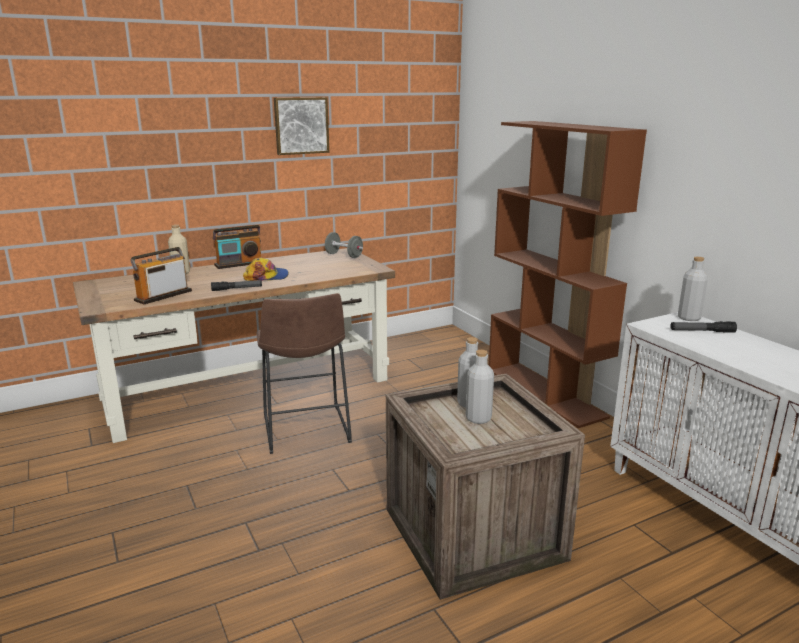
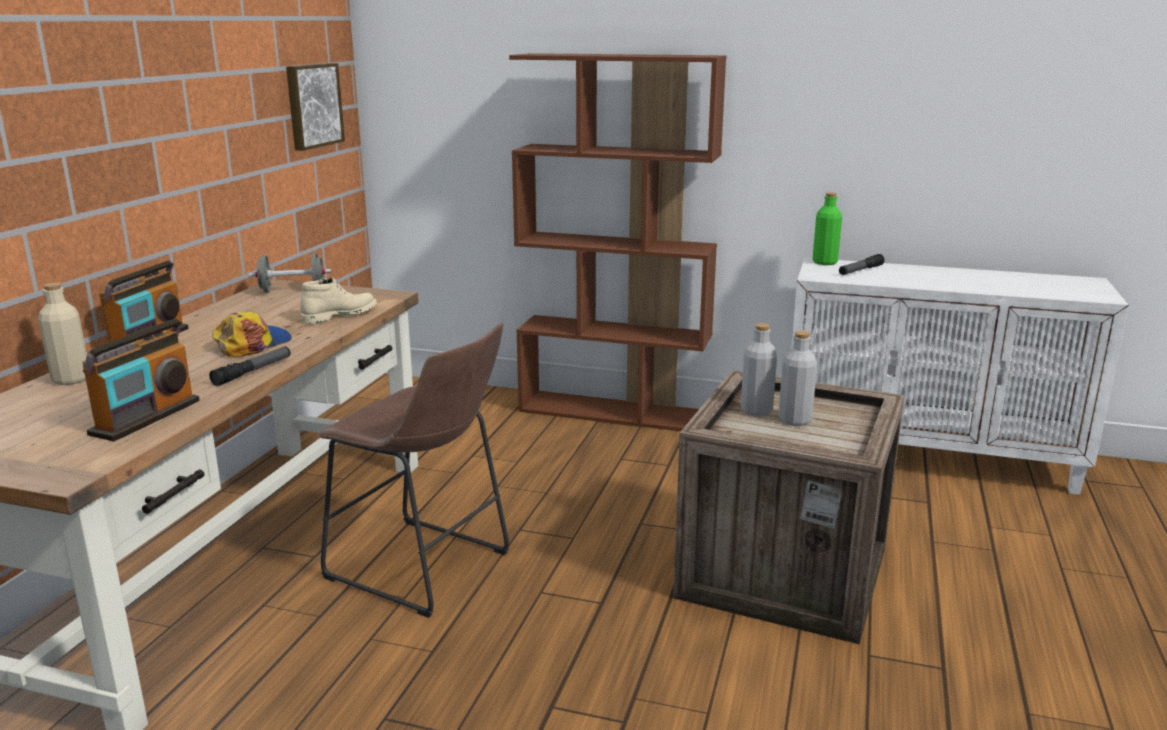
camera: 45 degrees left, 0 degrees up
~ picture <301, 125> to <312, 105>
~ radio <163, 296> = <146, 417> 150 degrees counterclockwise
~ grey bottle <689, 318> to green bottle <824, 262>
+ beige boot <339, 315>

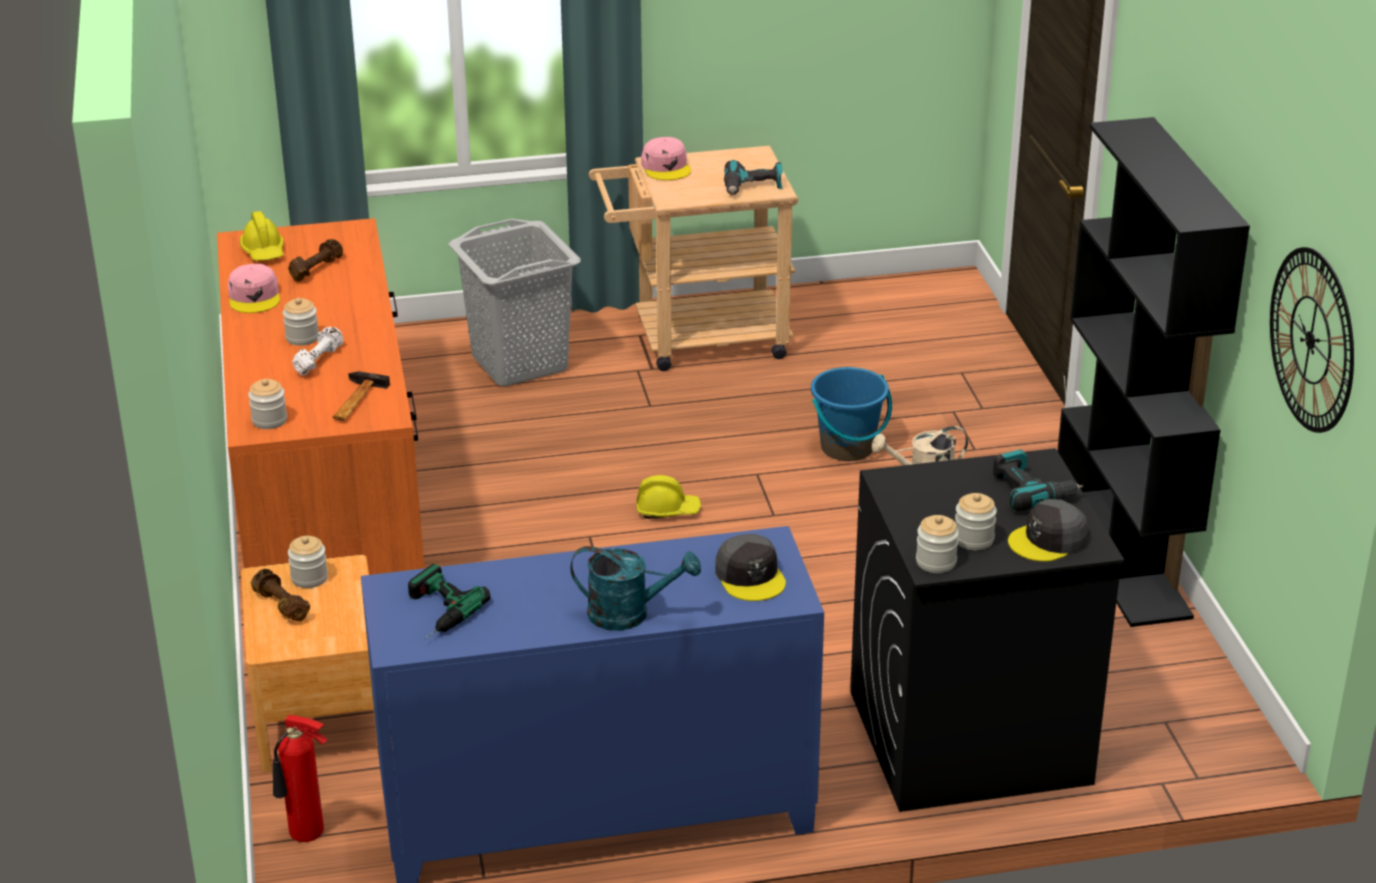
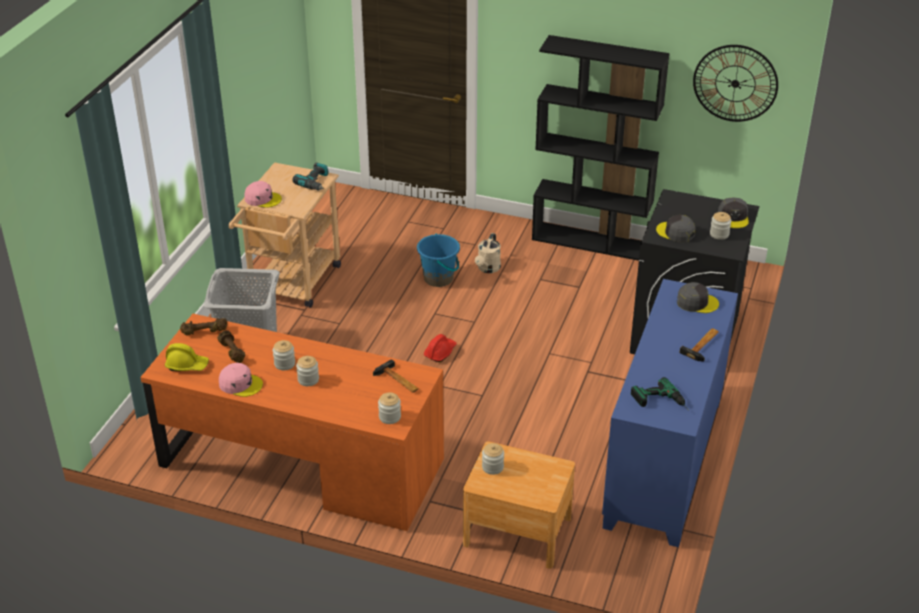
camera: 60 degrees left, 5 degrees up
- white dumbbell <318, 360>
- power drill <1031, 491>
~ yellow hard hat <667, 510> to red hard hat <440, 352>
~ jar <936, 562> to <284, 364>
~ turquoise watering can <630, 614> to hammer <703, 345>
~ brown dumbbell <280, 606> to <204, 332>
- fire extinguisher <306, 834>
+ grey cap <675, 232>

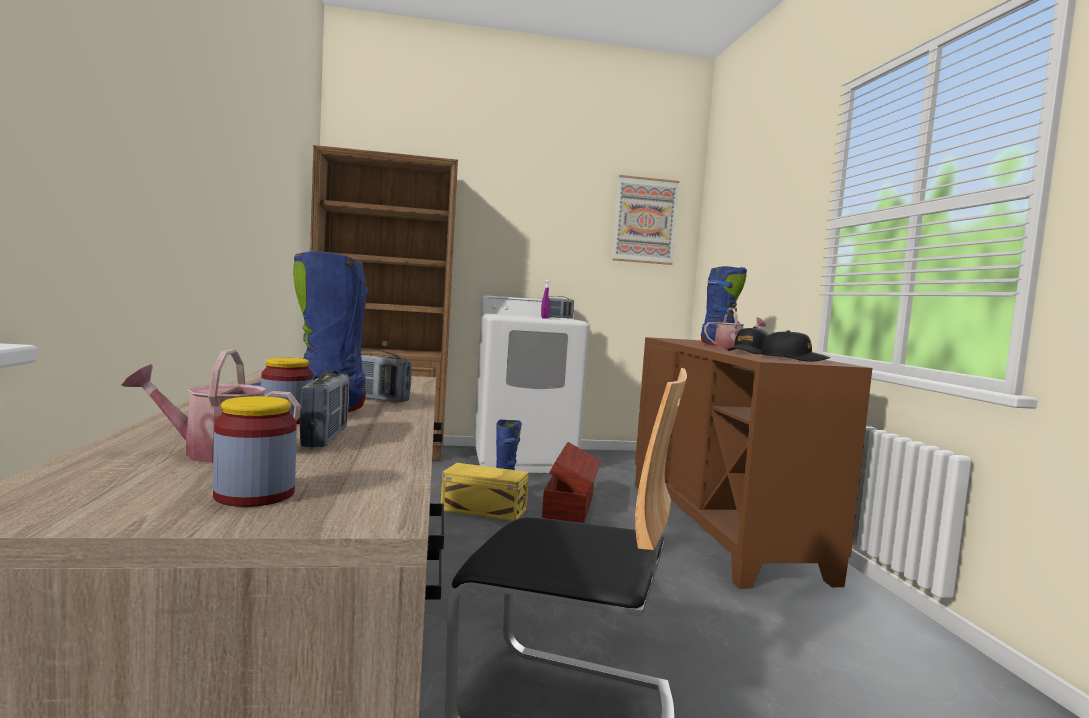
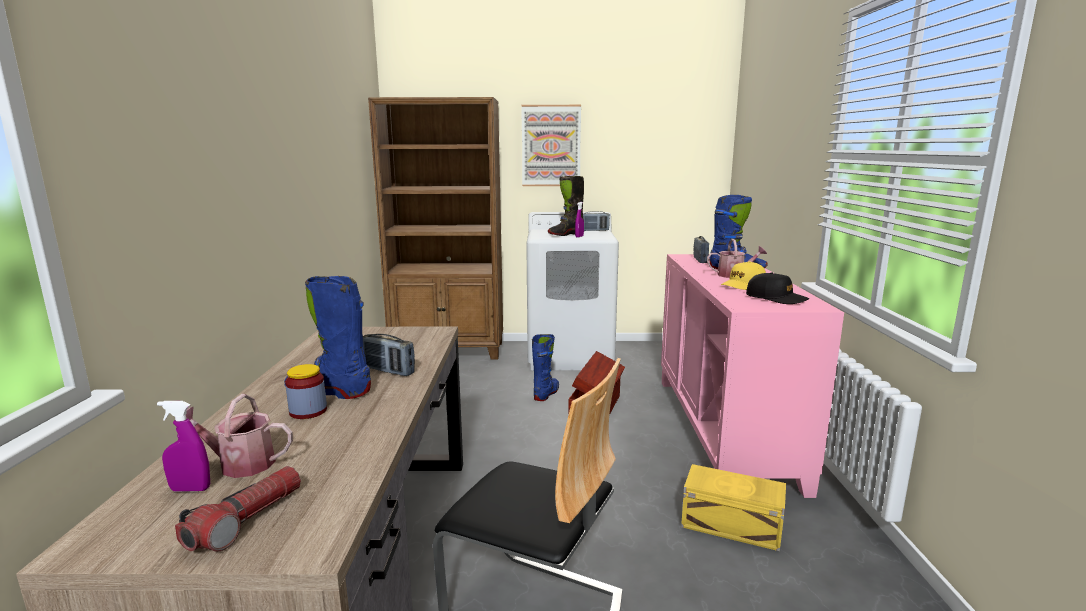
camera: 10 degrees right, 10 degrees up
~ picture <645, 220> to <551, 146>
~ black cap <749, 352> to yellow cap <743, 285>
~ brown cabinet <720, 526> to pink cabinet <725, 429>
~ radio <325, 438> to <700, 260>
~ jar <254, 495> to flashlight <246, 521>
~ yellow storage box <484, 510> to <732, 526>
+ black boot <566, 234>
+ purple spray bottle <190, 489>

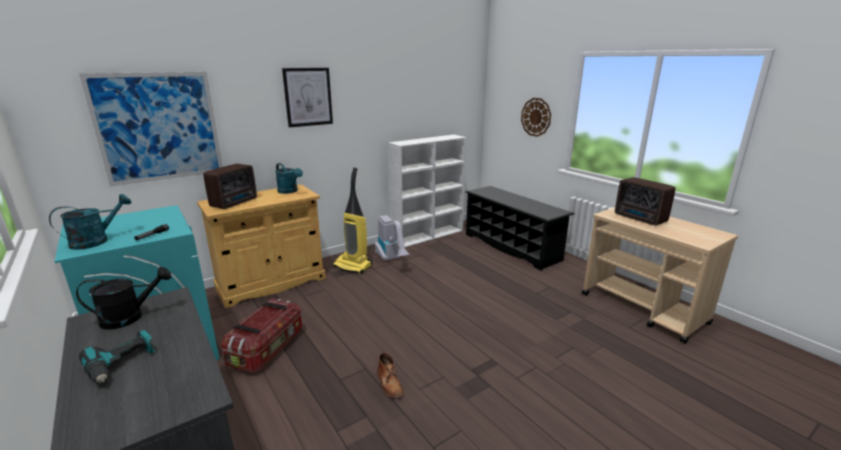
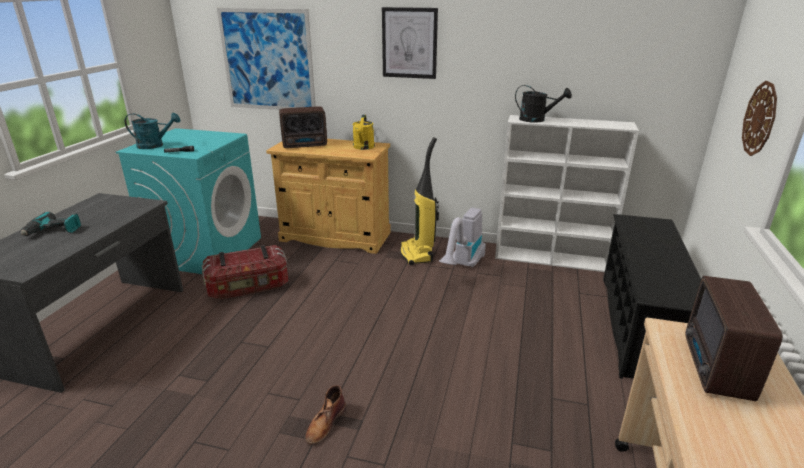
camera: 50 degrees right, 5 degrees up
~ turquoise watering can <290, 191> to yellow watering can <363, 147>
~ black watering can <130, 317> to <537, 120>
~ brown boot <389, 384> to <325, 423>

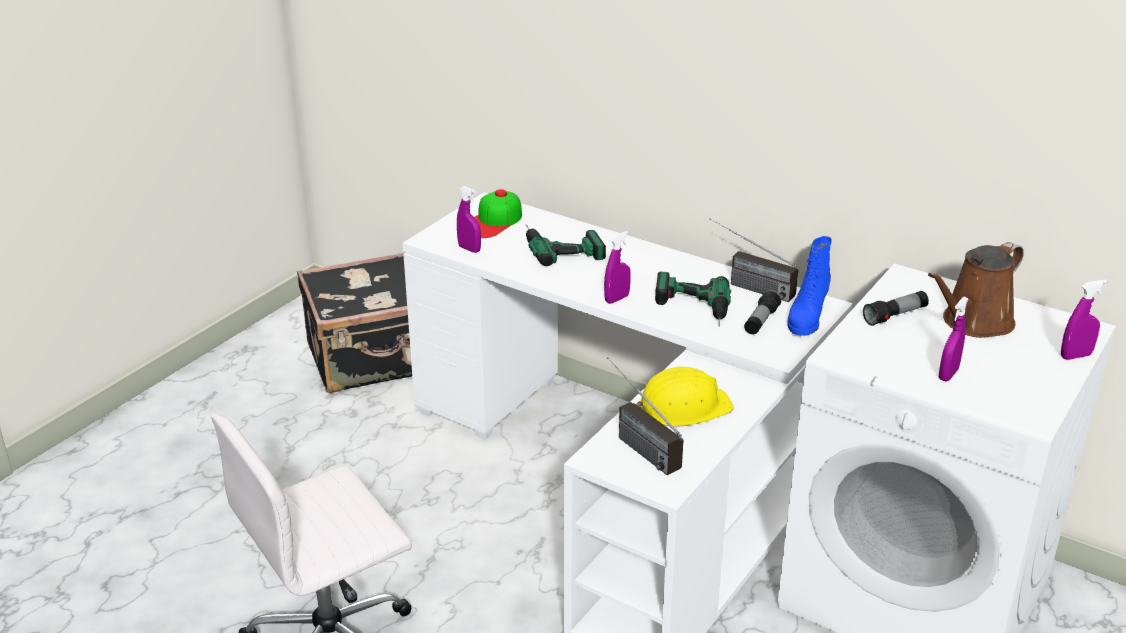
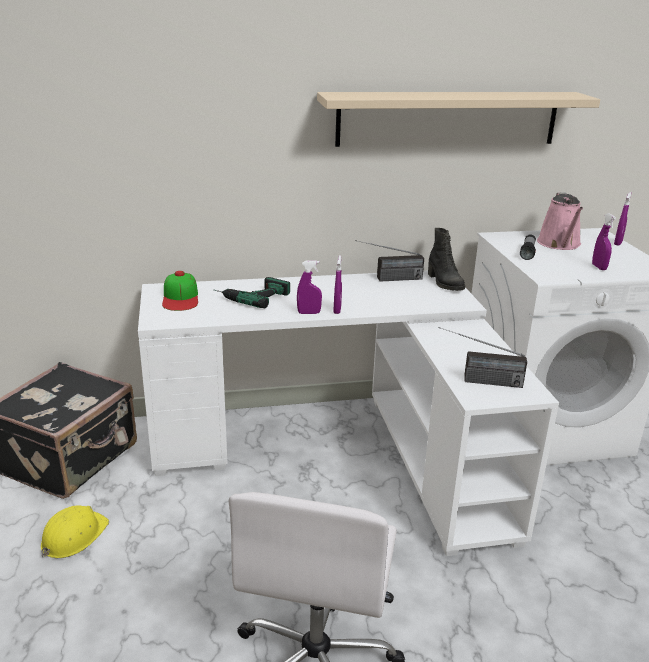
camera: 45 degrees left, 5 degrees down
~ purple spray bottle <469, 249> to <309, 313>
~ blue boot <806, 318> to black boot <444, 283>
~ brown watering can <973, 323> to pink watering can <559, 244>
- power drill <692, 309>
- flashlight <761, 321>
~ yellow hard hat <682, 407> to <73, 536>
+ beige shelf <448, 118>

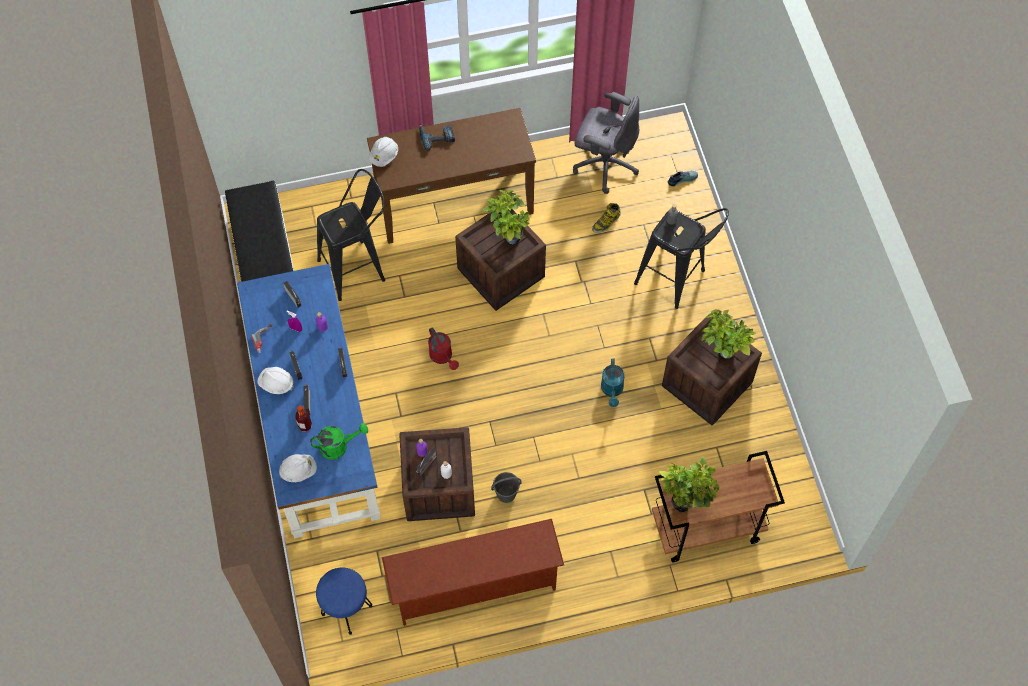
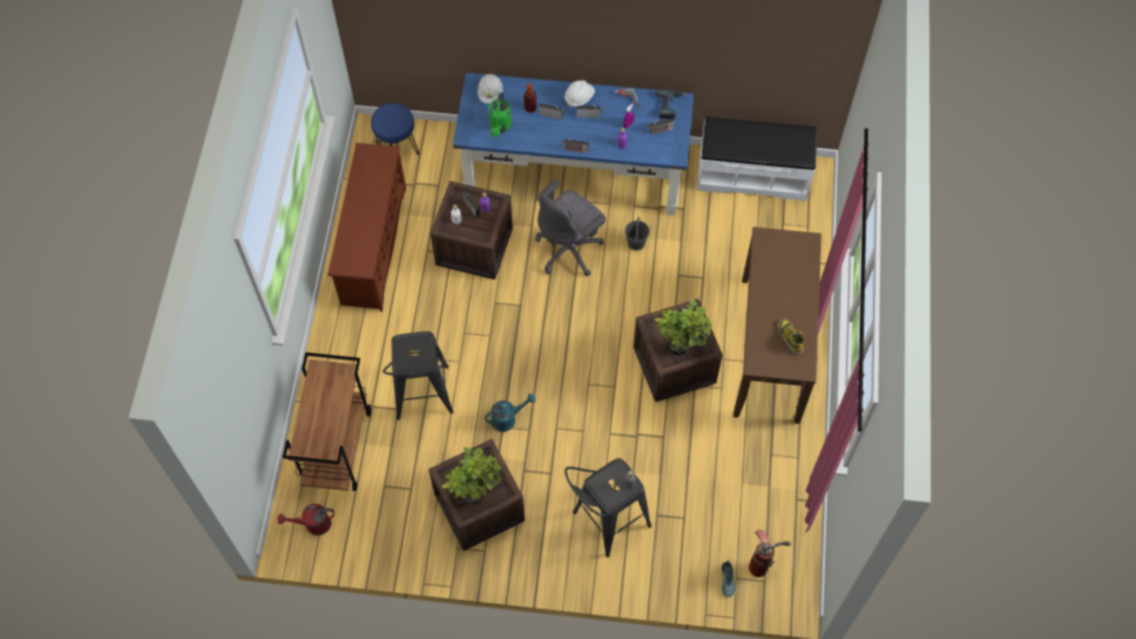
camera: 110 degrees right, 0 degrees up
~ grey office chair <604, 164> to <570, 249>
~ power drill <436, 136> to <670, 106>
- white hard hat <384, 156>
~ black stool <358, 267> to <423, 400>
~ boot <606, 222> to <790, 337>
~ red watering can <443, 357> to <313, 525>
~ turquoise watering can <612, 390> = <508, 418> 135 degrees clockwise
- potted plant <685, 502>
~ grey bucket <506, 494> to <636, 242>
+ fire extinguisher <763, 562>

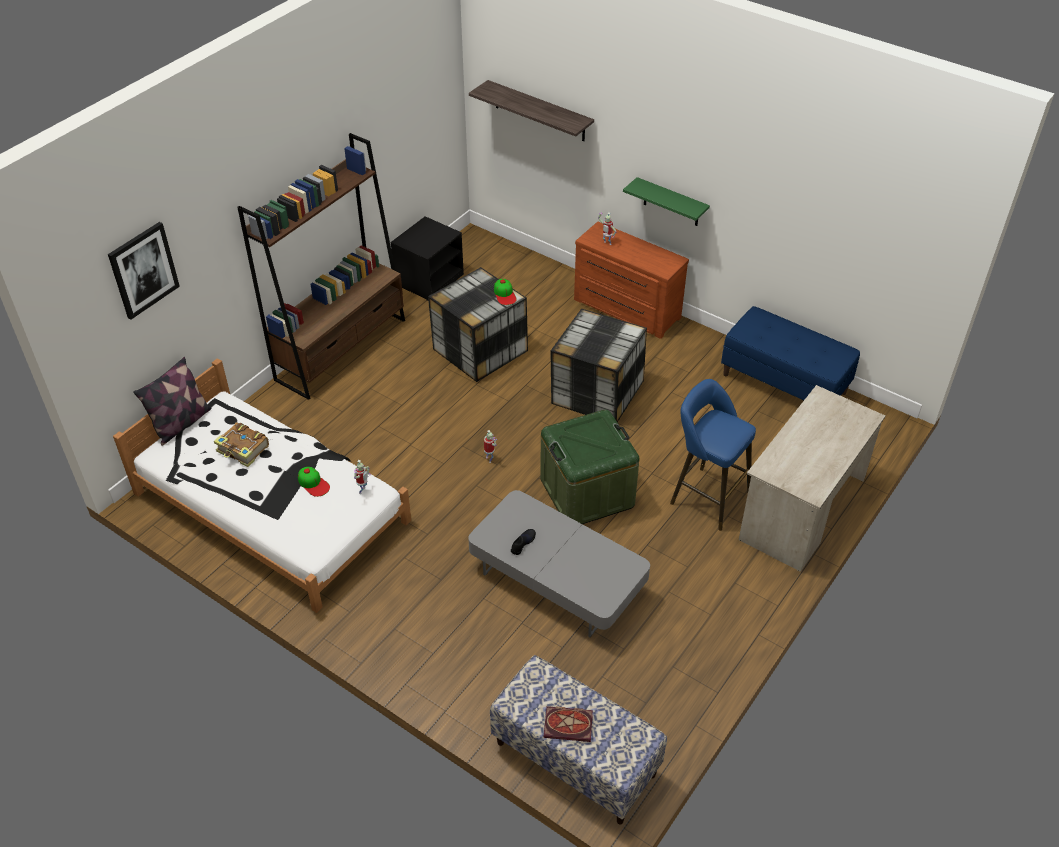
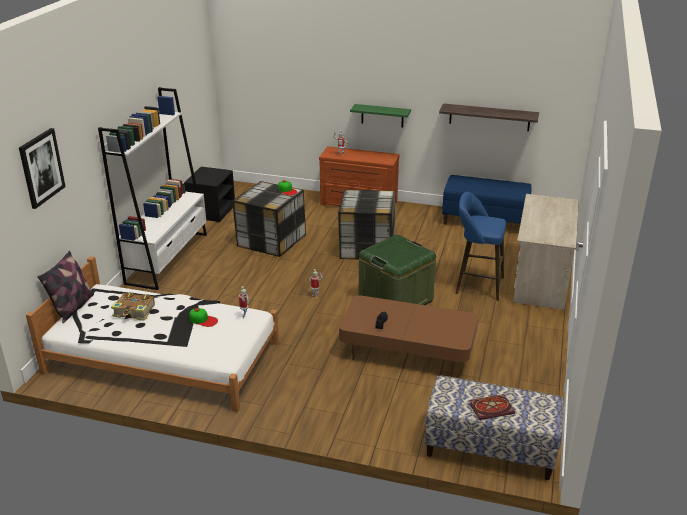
camera: 20 degrees left, 15 degrees down
~ shelf <539, 111> to <489, 117>
~ brown bookcase <341, 349> to white bookcase <168, 258>
~ grey coffee table <557, 580> to brown coffee table <407, 351>

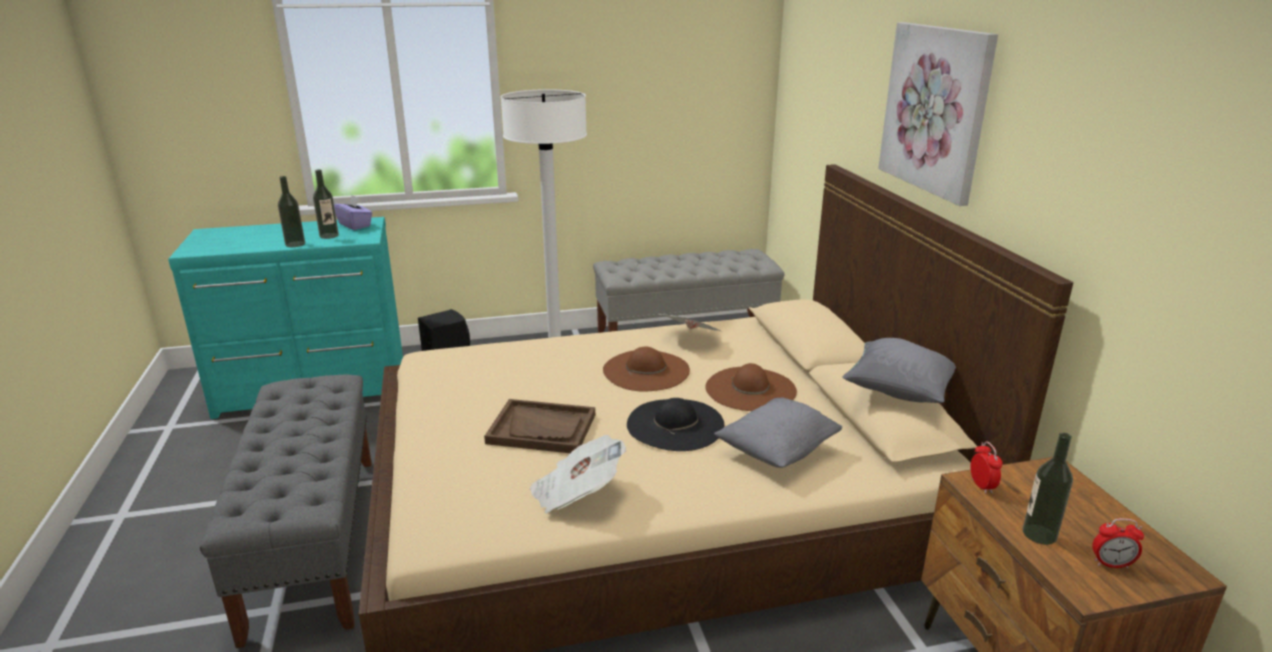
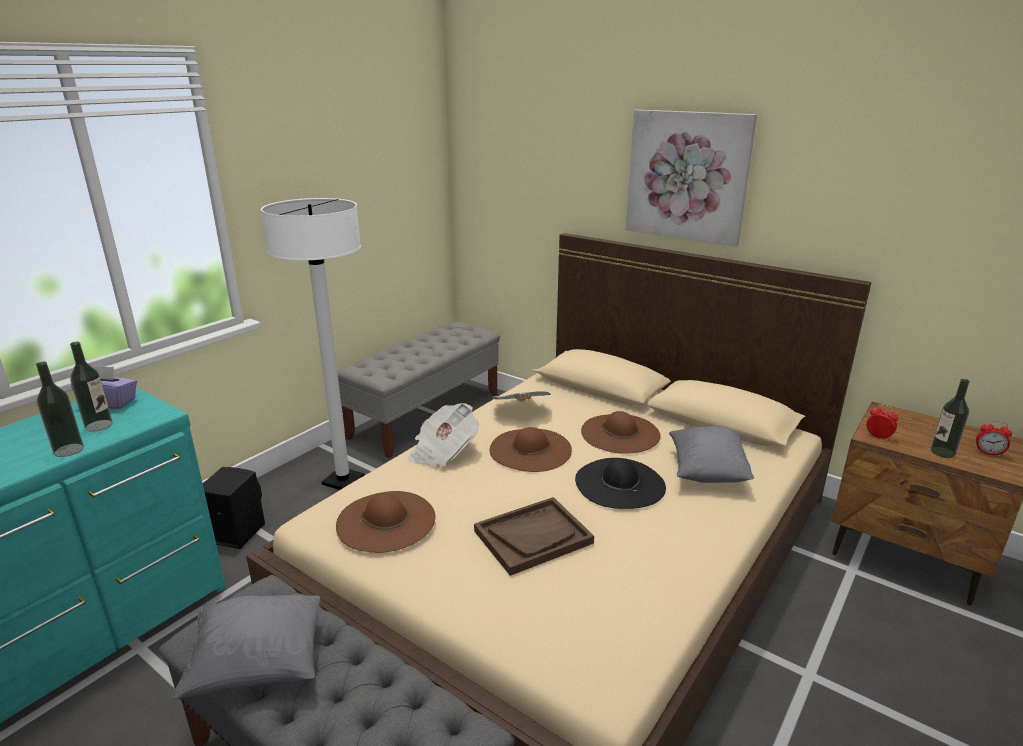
camera: 40 degrees left, 0 degrees up
~ grey pillow <897, 392> to <257, 665>
~ newspaper <576, 494> to <443, 452>
~ alarm clock <1111, 564> = <988, 453> 60 degrees clockwise
+ brown hat <386, 521>

